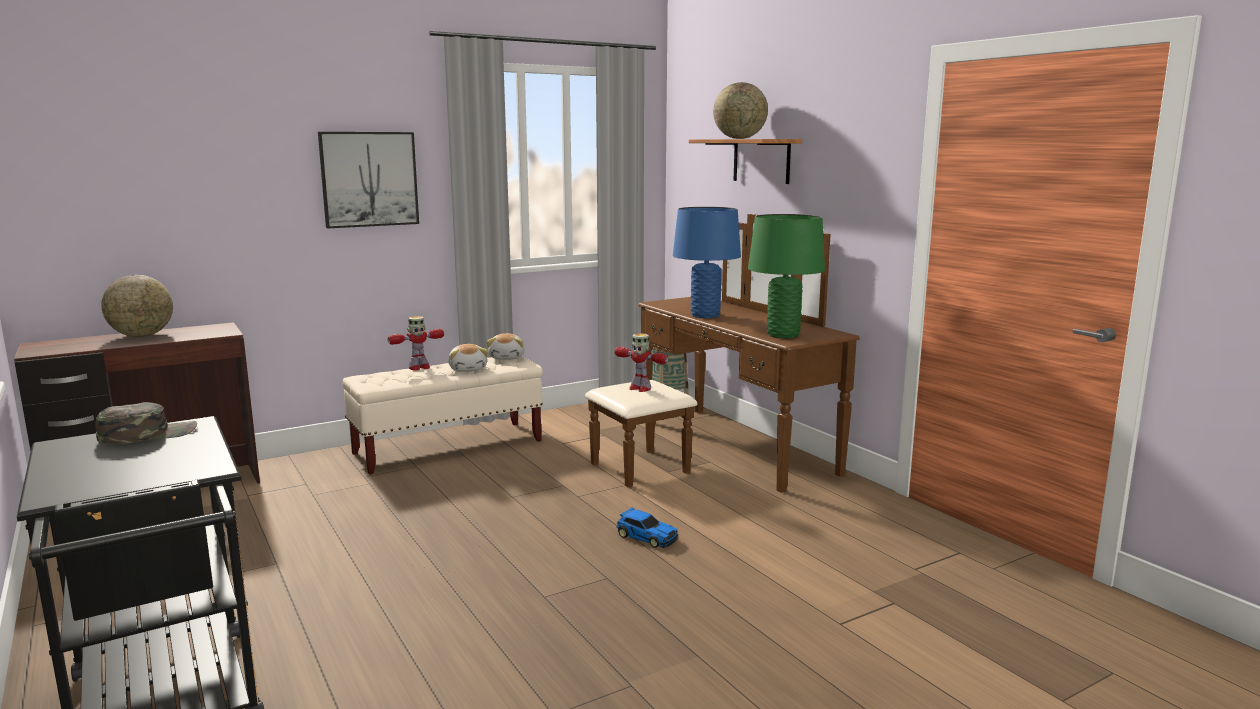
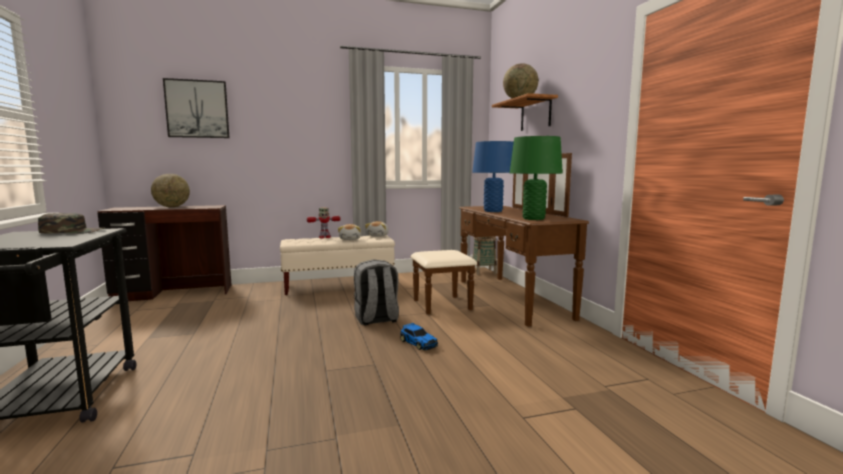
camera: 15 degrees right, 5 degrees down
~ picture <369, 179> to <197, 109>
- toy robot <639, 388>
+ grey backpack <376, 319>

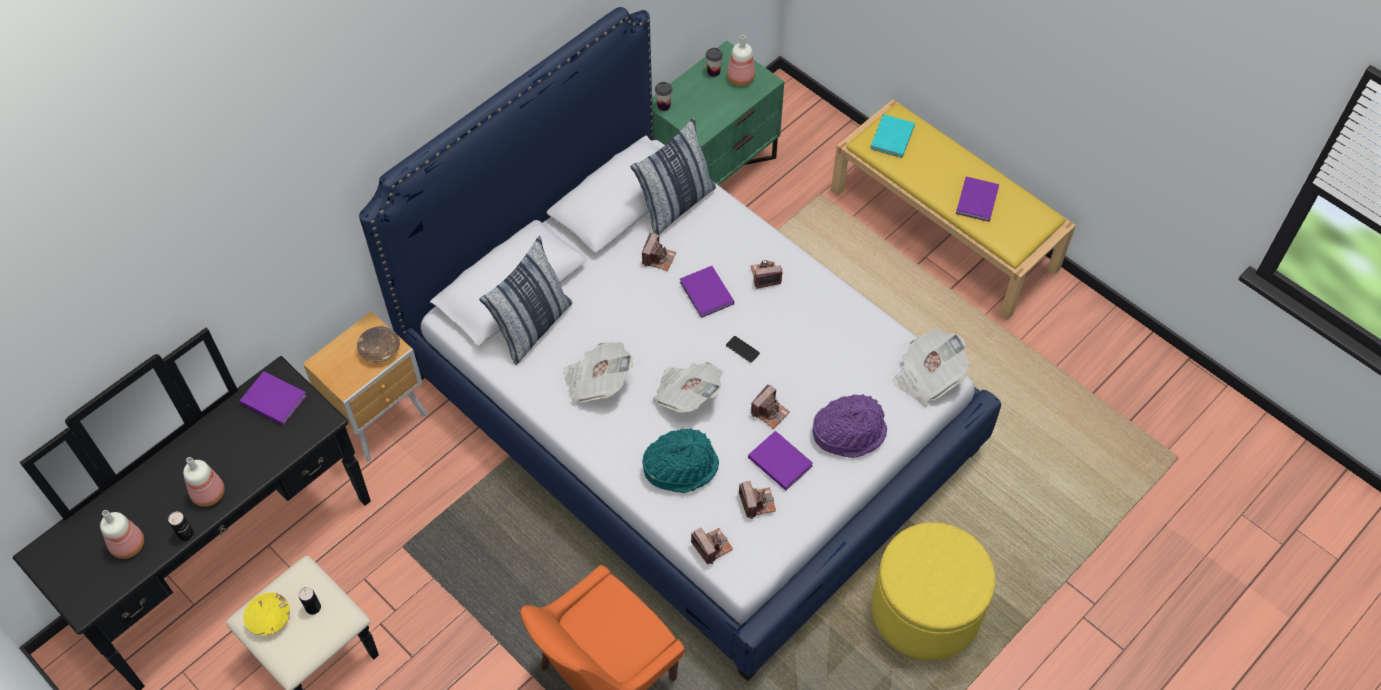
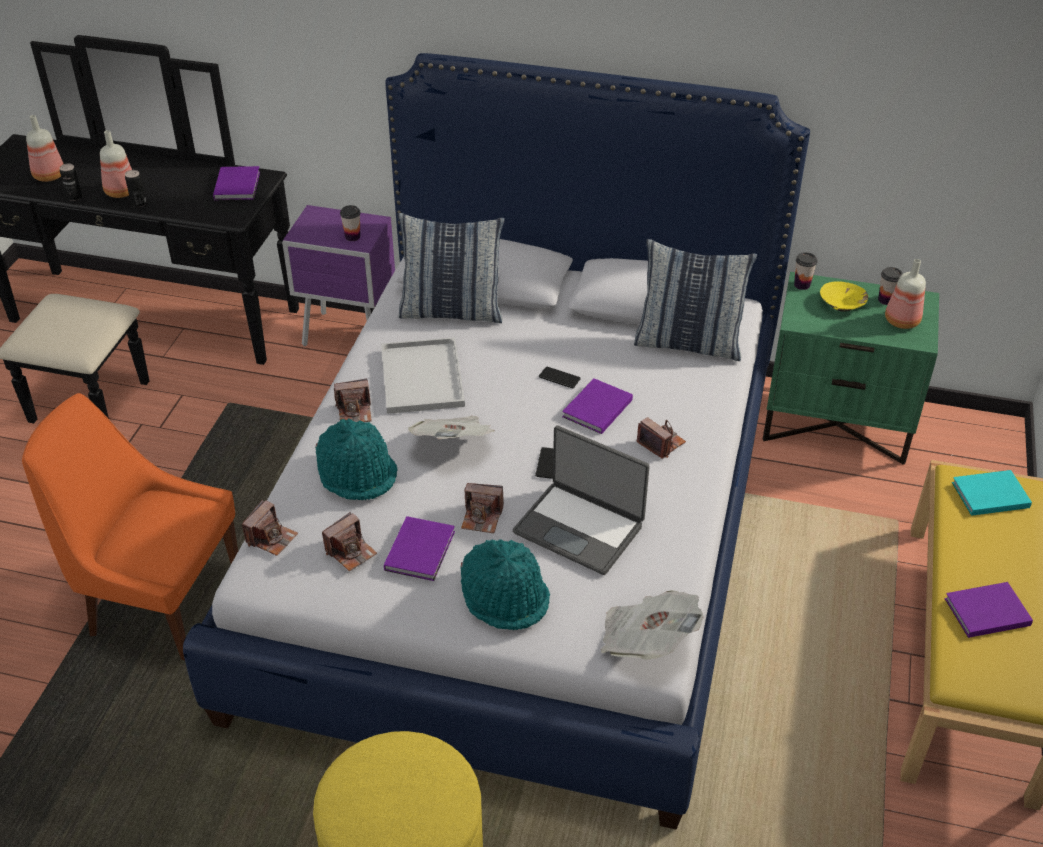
camera: 60 degrees right, 15 degrees down
~ photo camera <658, 258> to <355, 412>
~ brown nightstand <383, 421> to purple nightstand <350, 336>
~ brown bowl <379, 350> to cup <352, 237>
~ newspaper <597, 381> to white tray <420, 376>
~ purple hat <849, 432> to turquoise hat <505, 596>
~ can <313, 607> to <139, 203>
~ yellow bowl <269, 618> to <842, 304>
+ phone <559, 378>
+ laptop <580, 528>

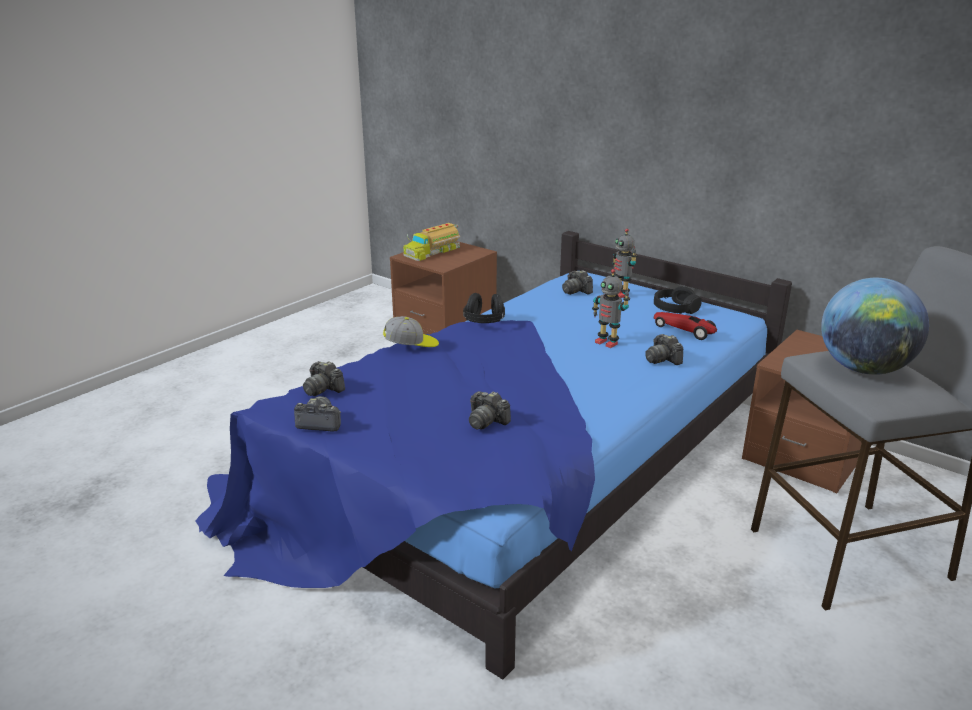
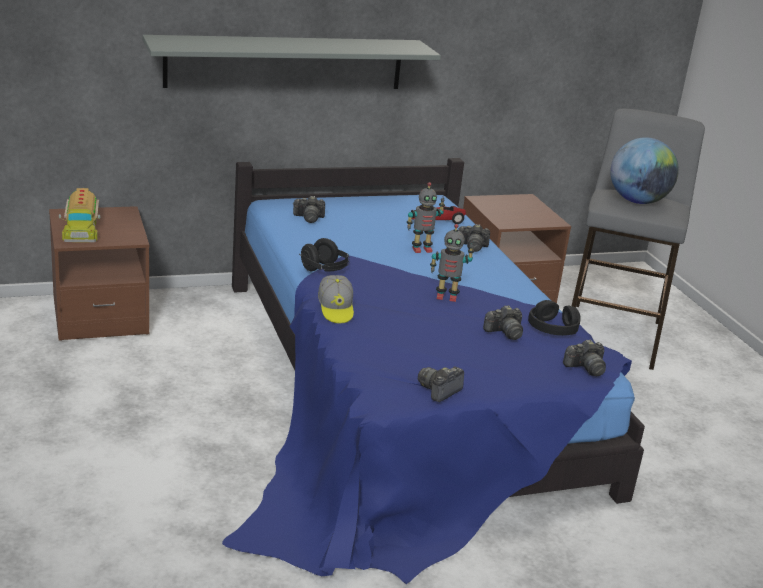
camera: 60 degrees left, 0 degrees up
~ toy robot <621, 294> to <446, 296>
~ black headphones <675, 308> to <553, 328>
~ cap <411, 345> = <335, 310> 150 degrees clockwise
~ photo camera <323, 389> to <585, 368>
+ grey shelf <285, 62>

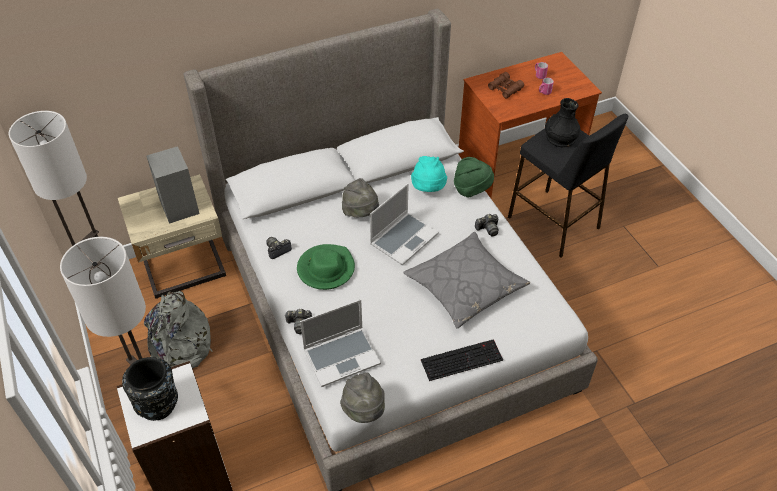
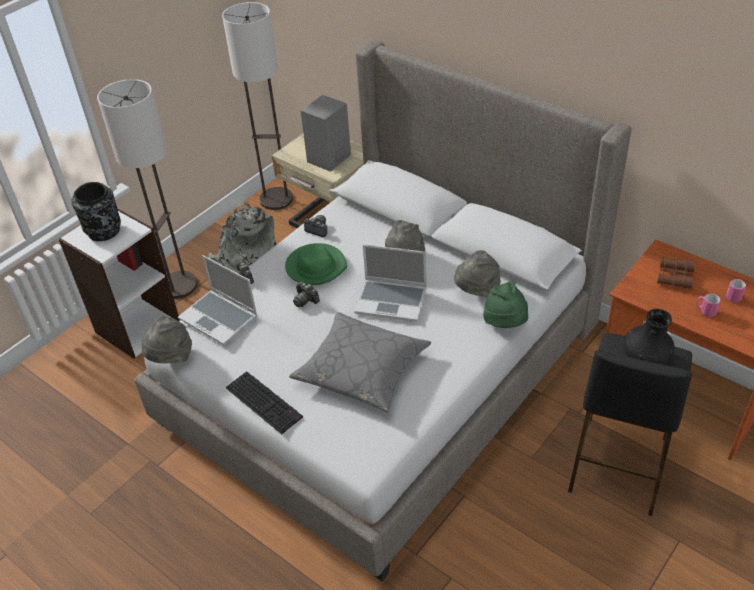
camera: 65 degrees right, 5 degrees down
~ turquoise hat <428, 189> to grey hat <477, 291>
~ photo camera <488, 229> to <305, 300>

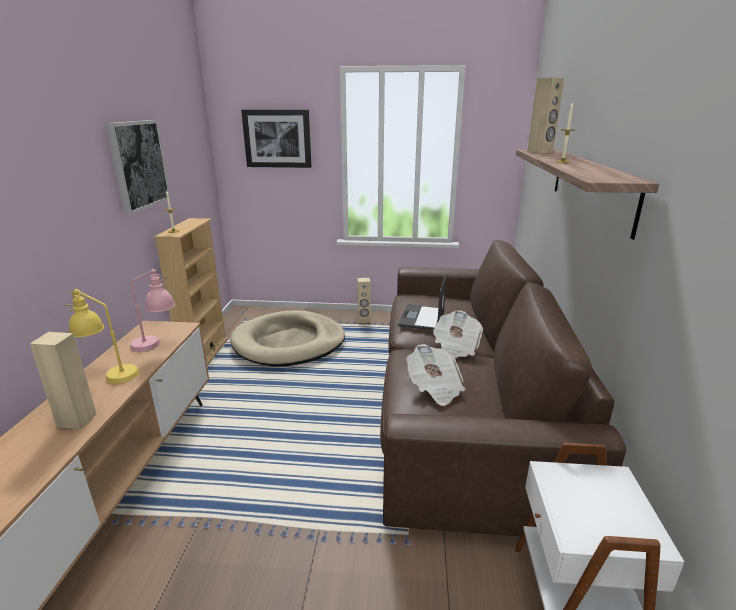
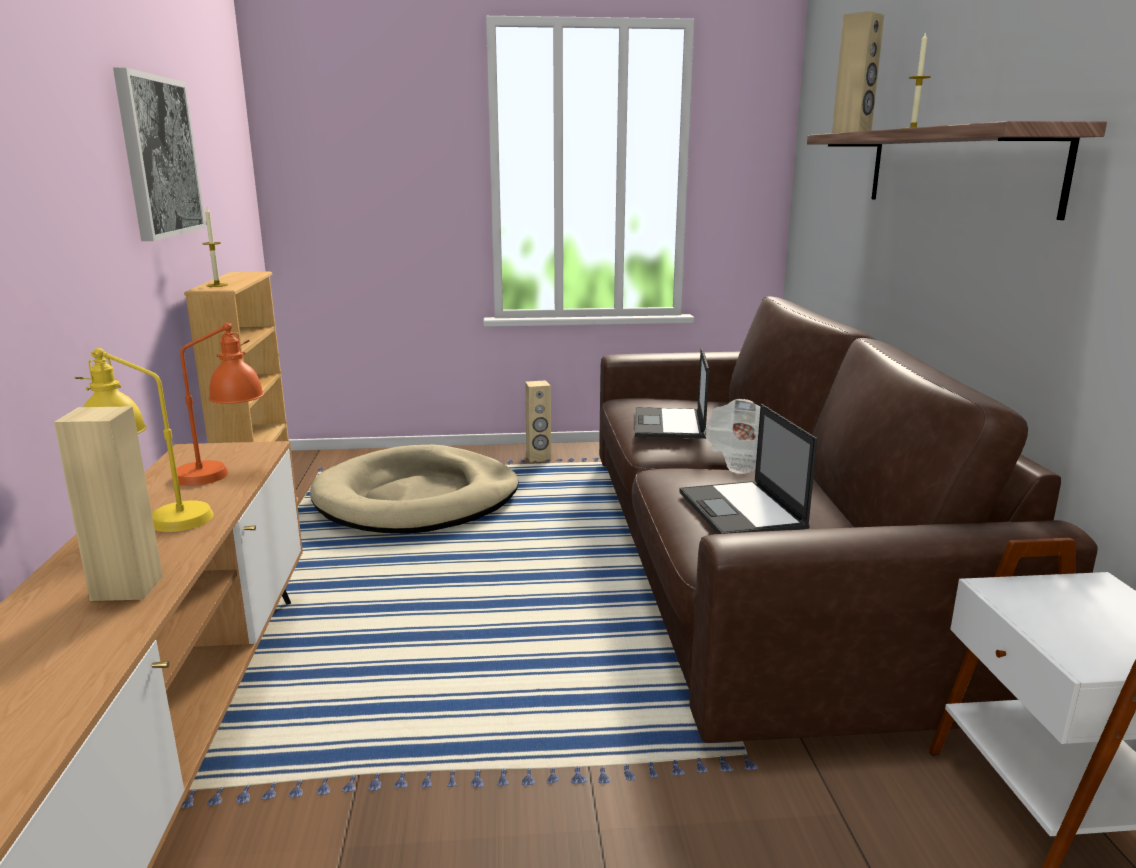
camera: 10 degrees left, 5 degrees down
- picture <277, 138>
~ pink table lamp <157, 345> to orange table lamp <224, 474>
~ newspaper <434, 388> to laptop <742, 510>

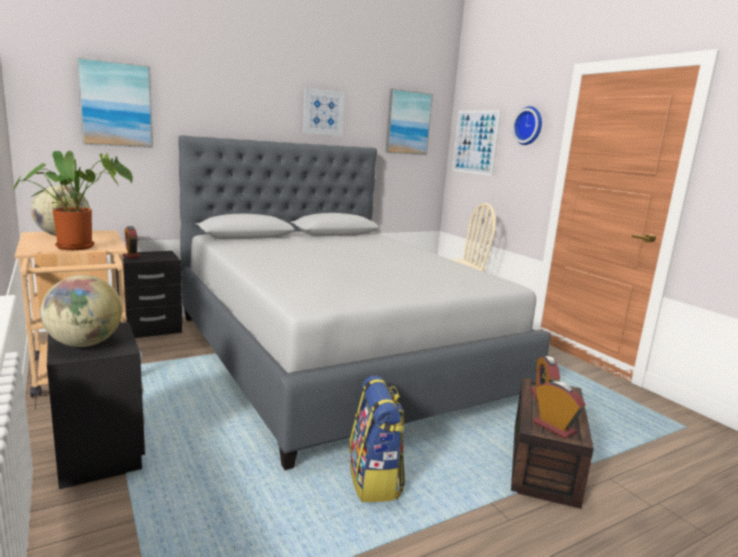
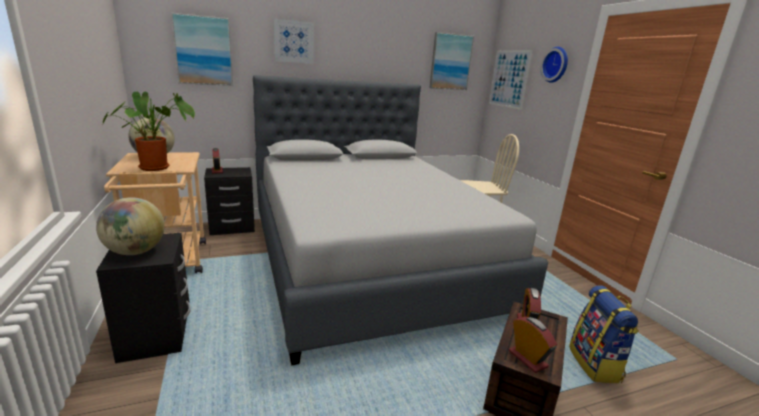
camera: 10 degrees right, 5 degrees up
~ picture <323, 112> to <293, 41>
~ backpack <375, 480> to <595, 364>

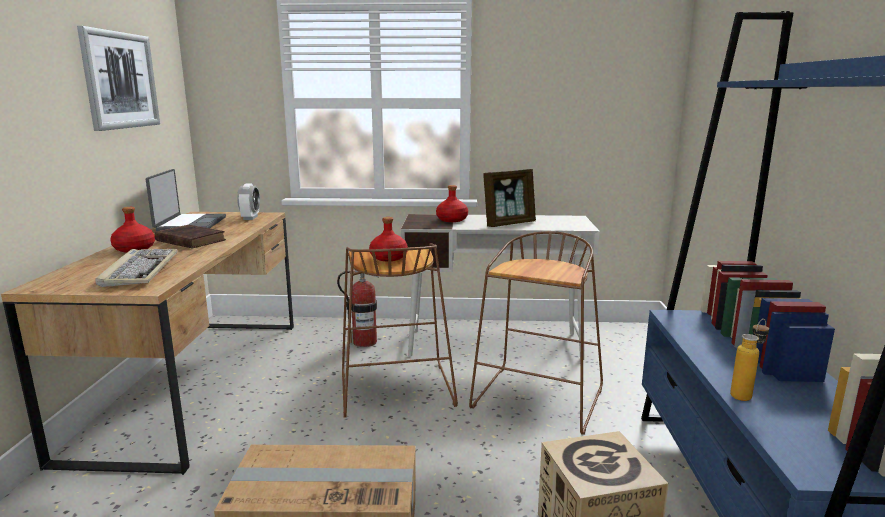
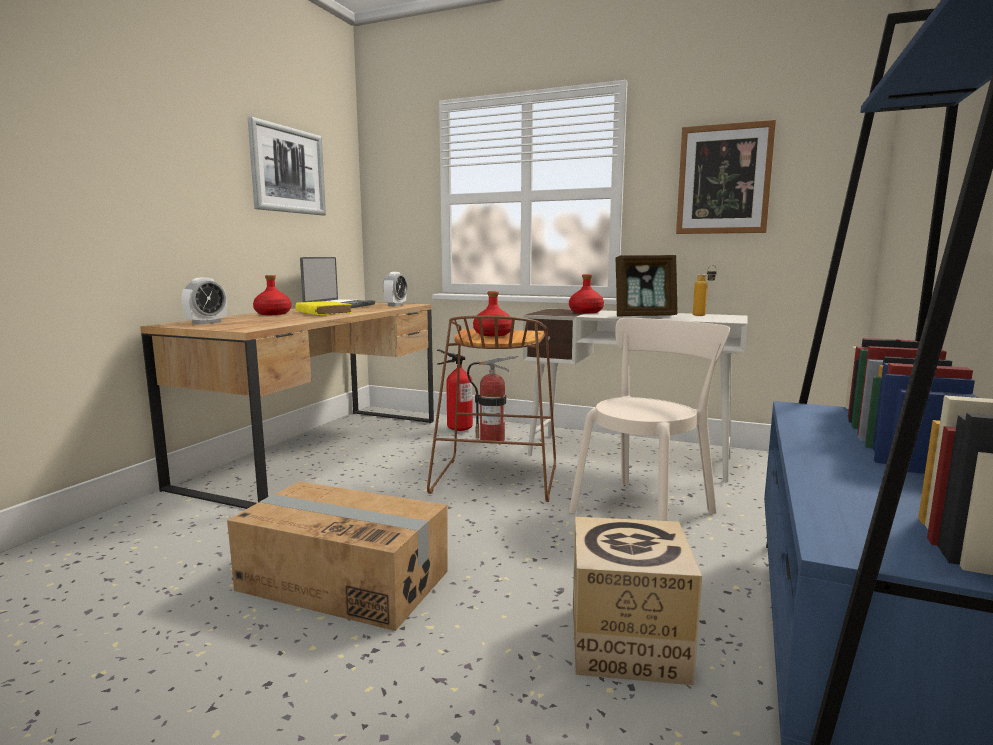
camera: 20 degrees right, 5 degrees down
~ brown book <189, 240> to yellow book <323, 312>
~ brown stool <539, 400> to beige chair <646, 510>
- keyboard <140, 270>
~ bottle <745, 394> to <703, 315>
+ picture <723, 179>
+ alarm clock <207, 323>
+ fire extinguisher <459, 428>

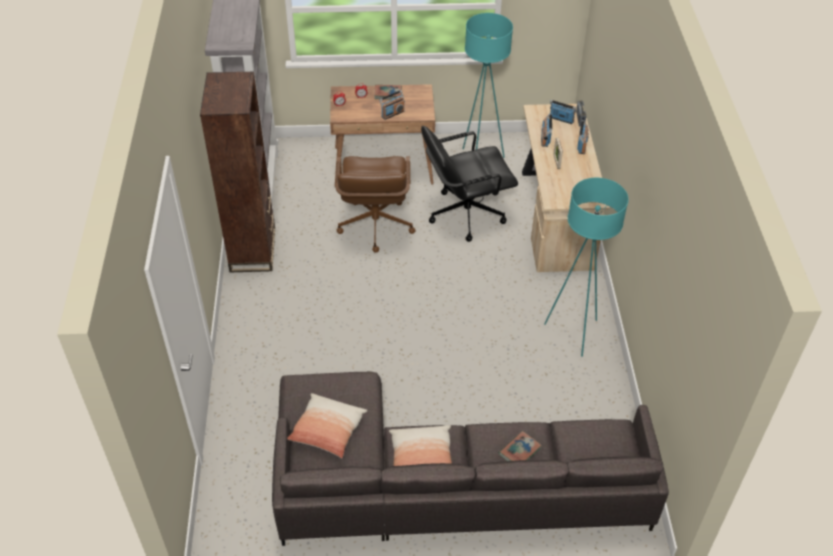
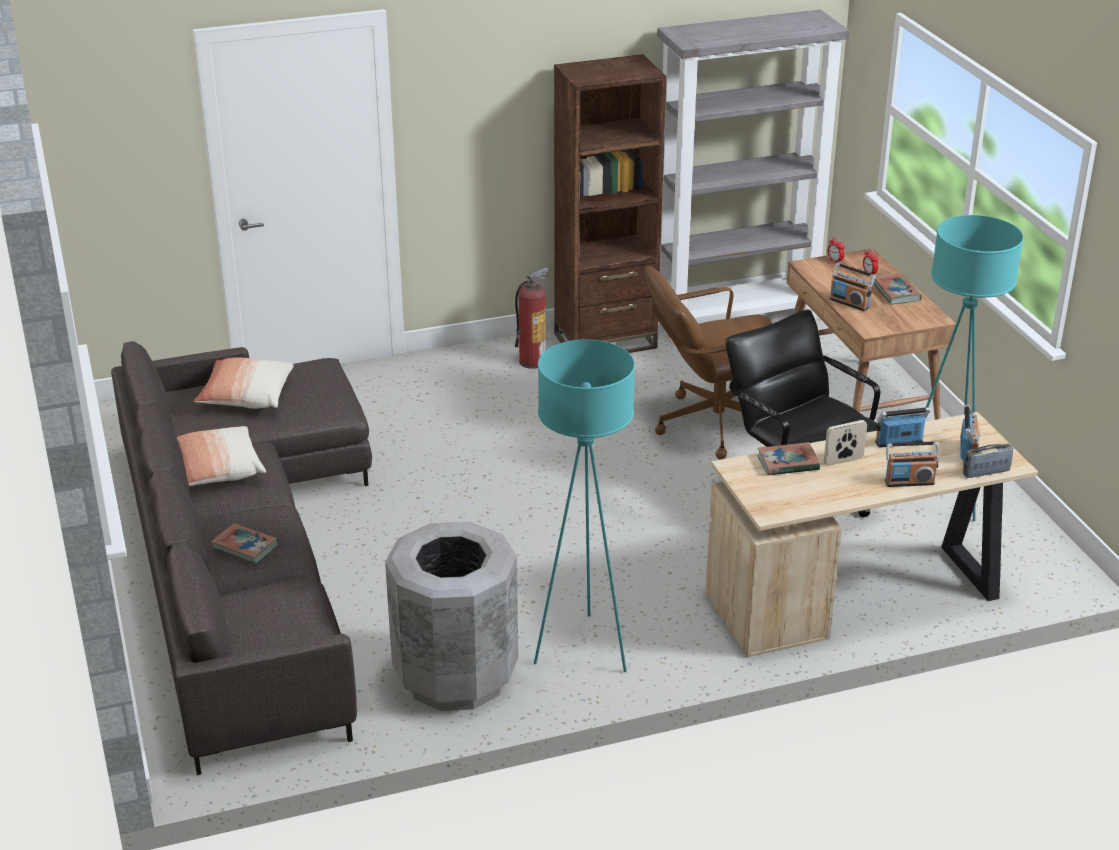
camera: 75 degrees right, 15 degrees down
+ fire extinguisher <532, 361>
+ book <788, 463>
+ grey trash can <455, 677>

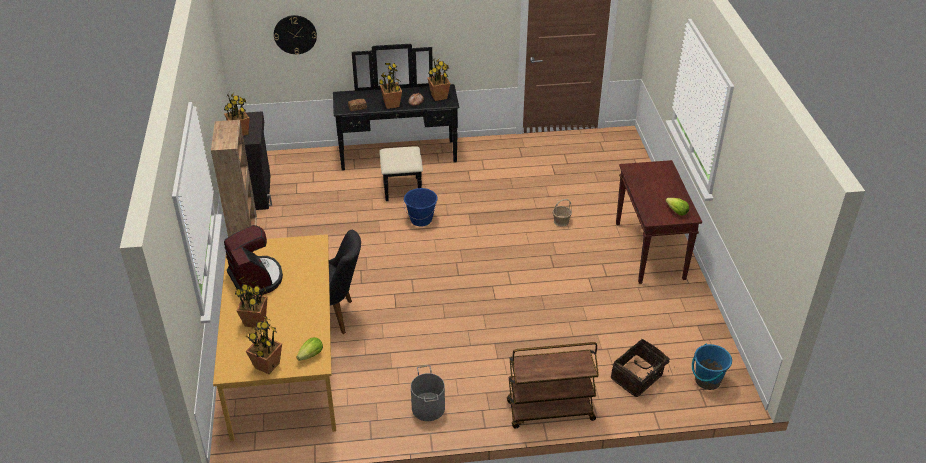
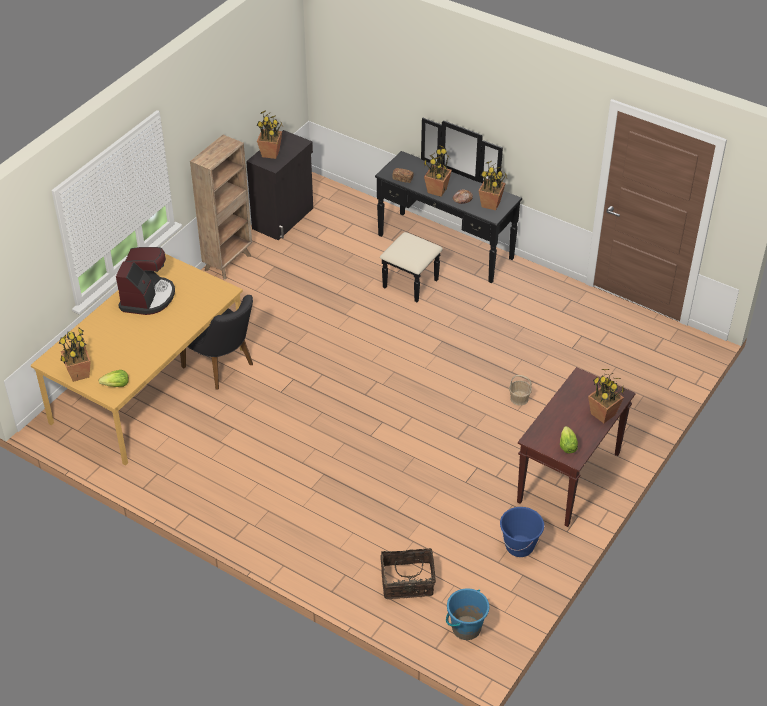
camera: 40 degrees right, 5 degrees up
- wall clock <295, 34>
~ blue bucket <421, 220> to <519, 546>
~ potted plant <255, 321> to <603, 414>
- brown cart <549, 411>
- grey bucket <428, 408>

